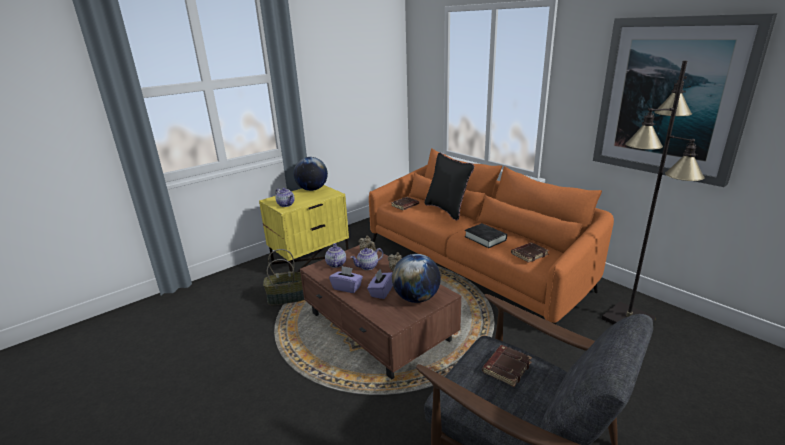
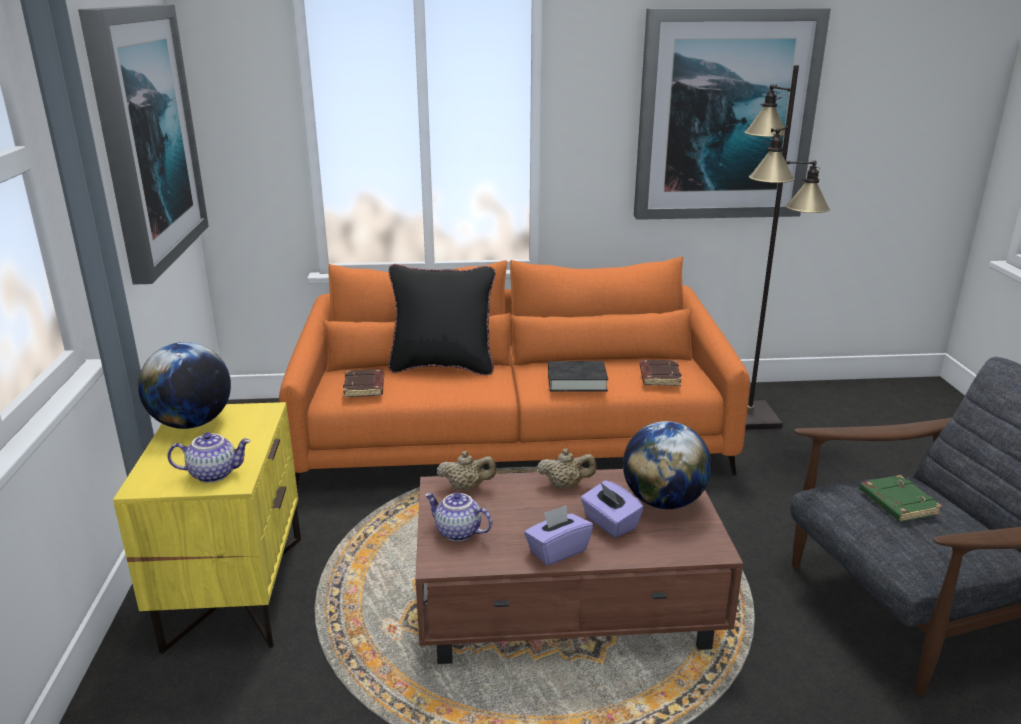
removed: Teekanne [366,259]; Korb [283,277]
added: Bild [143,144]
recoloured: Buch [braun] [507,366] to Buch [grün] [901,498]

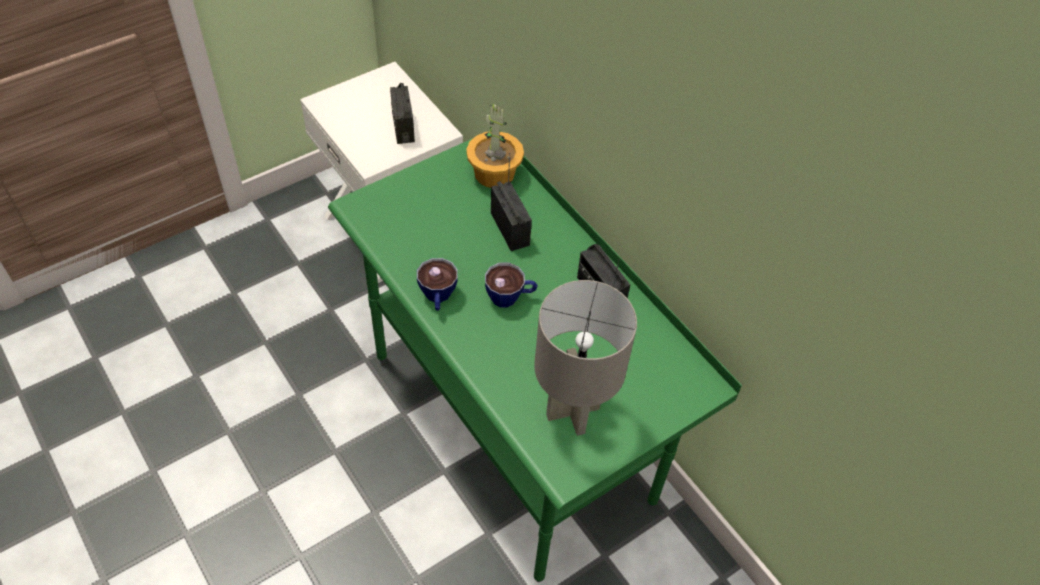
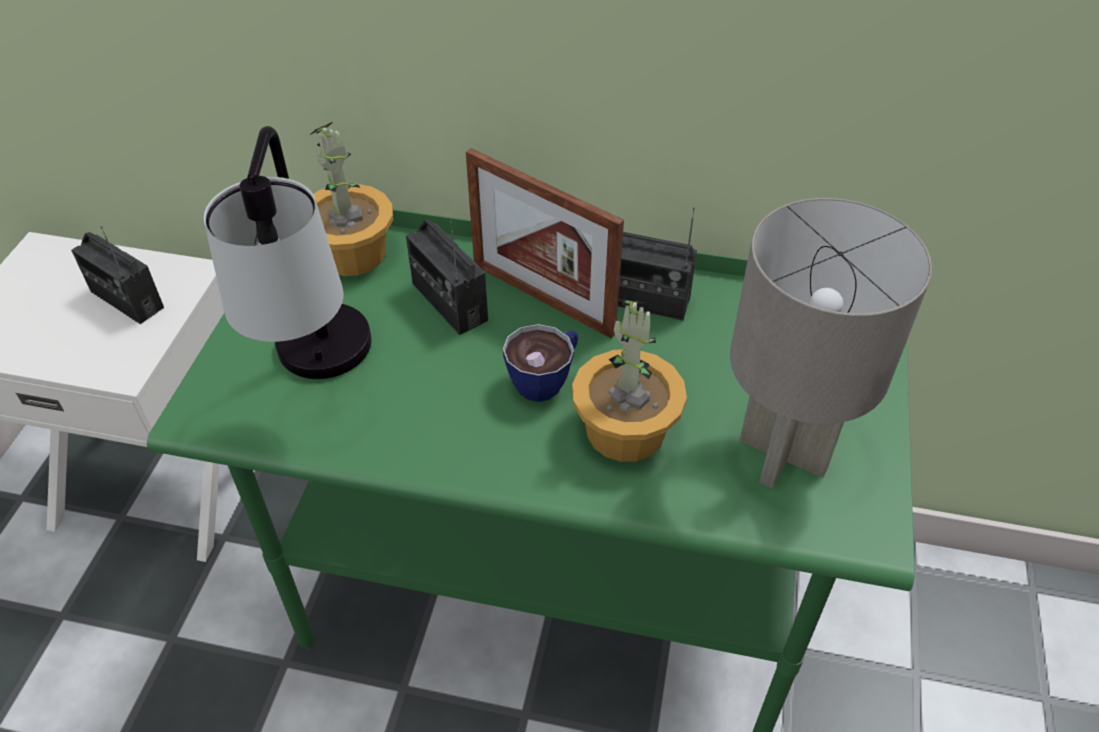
removed: Tasse [437,284]
added: Tischlampe [287,252]; Bilderrahmen [545,243]; Topfpflanze [629,381]
turned: Radio [511,202] = [447,277] 150 degrees counterclockwise

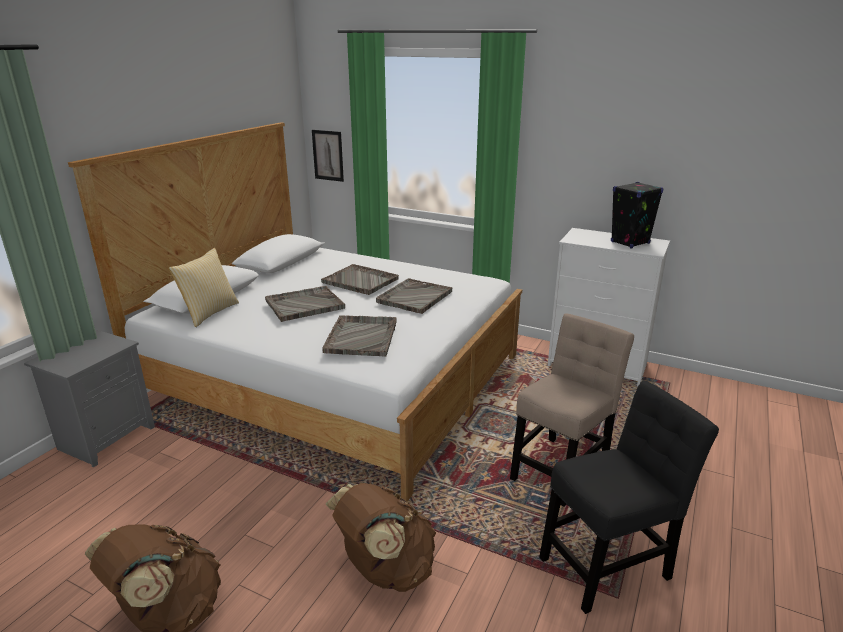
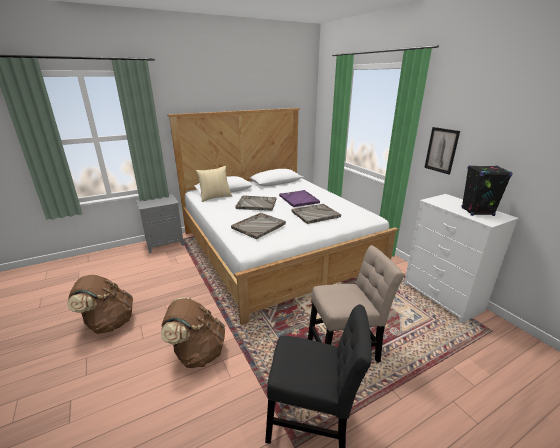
moved: Bild [328,156] to [442,151]
recoloured: Tablett [grau] [360,279] to Tablett [lila] [299,198]

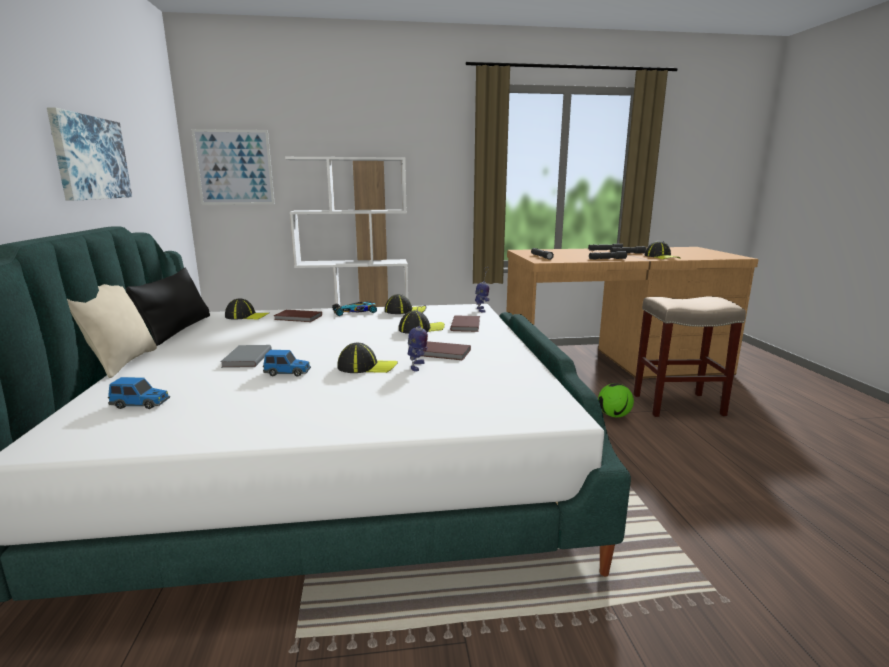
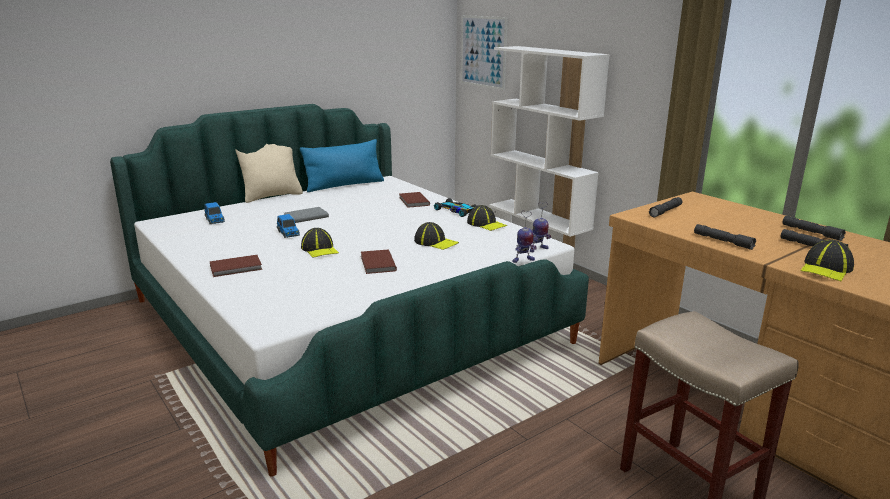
removed: Bild [89,154]; Kappe [247,309]; Fußball [616,400]
moved: Spielzeugroboter [417,338] to [525,237]; Buch [braun] [465,323] to [236,266]
recoloured: Kissen [schwarz] [168,307] to Kissen [blau] [342,165]

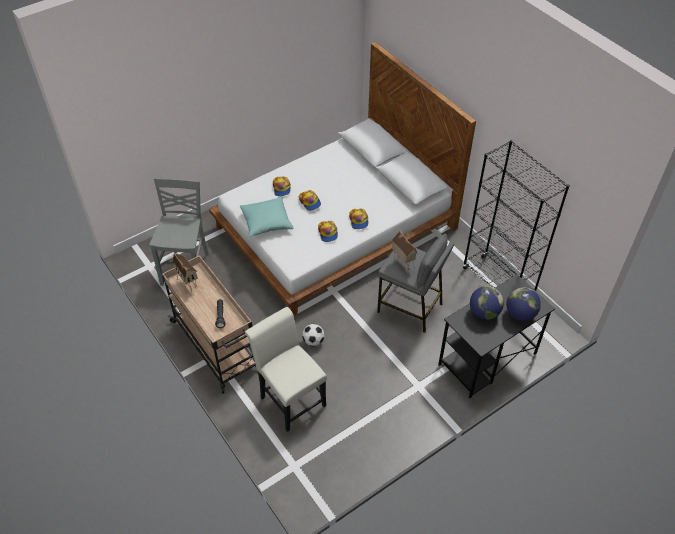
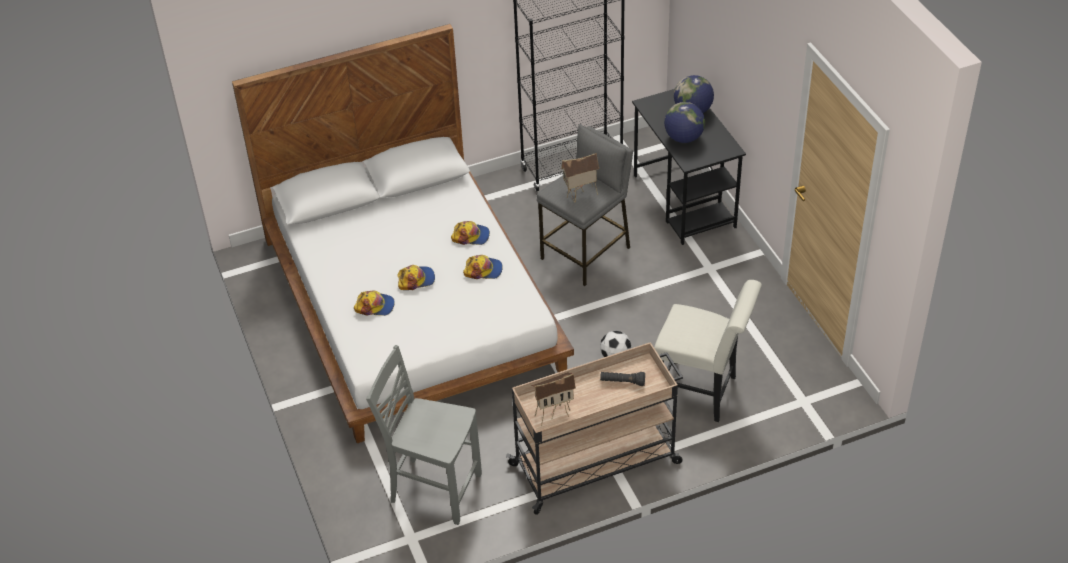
removed: Kissen [türkis] [267,216]
turned: Stuhl [weiß] [286,369] = [708,351] 135 degrees counterclockwise

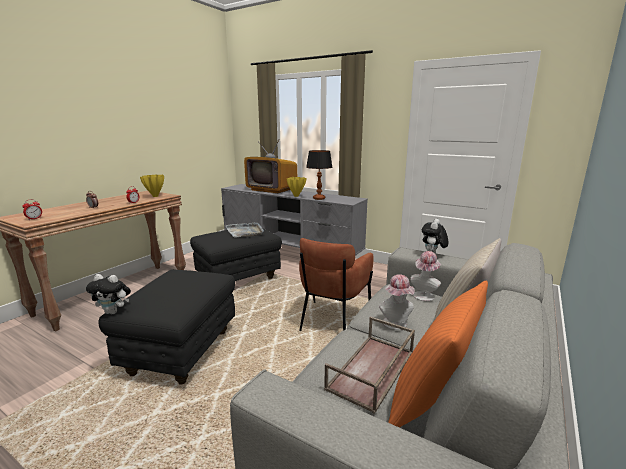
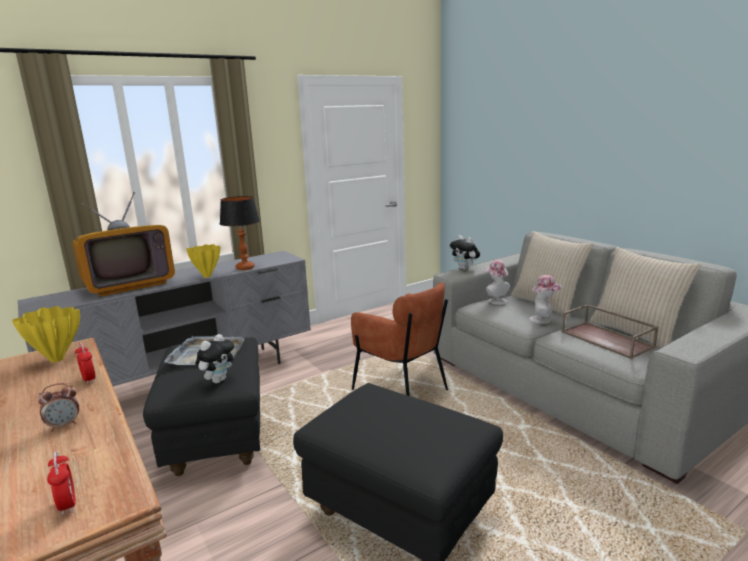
moved: Plüschtier [108,294] to [215,358]
recoloured: Kissen [orange] [438,354] to Kissen [beige] [645,297]

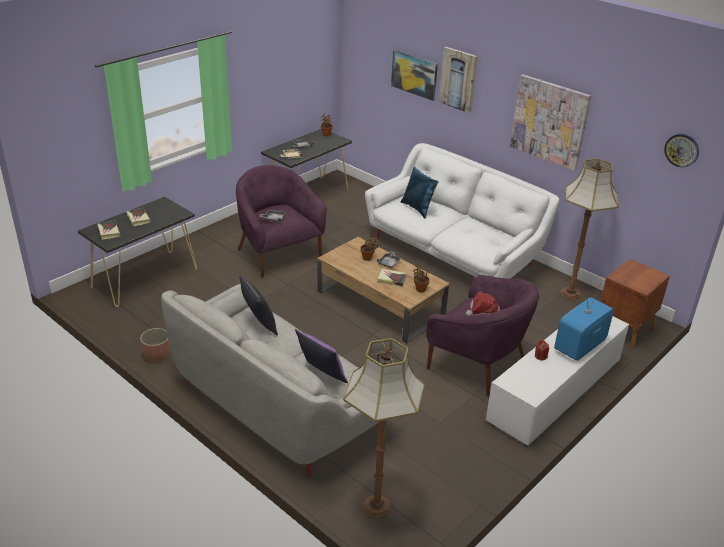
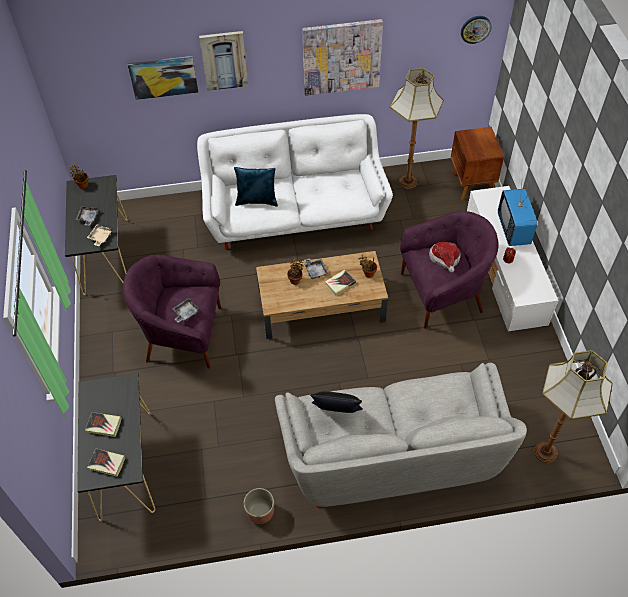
removed: Kissen [lila] [321,356]

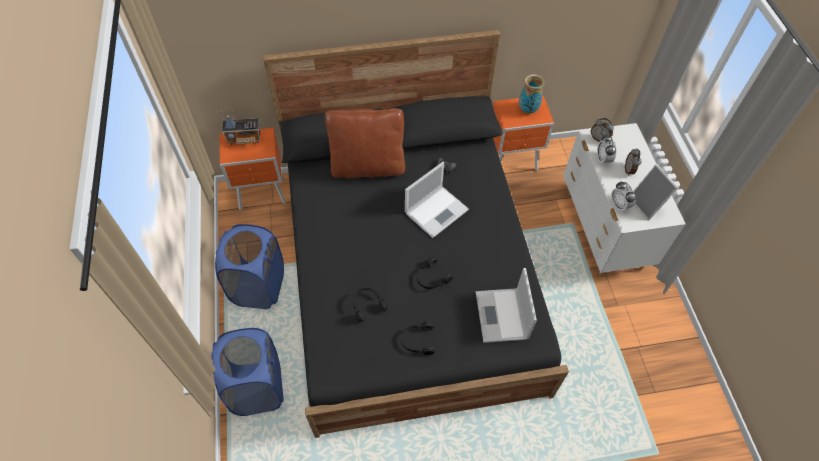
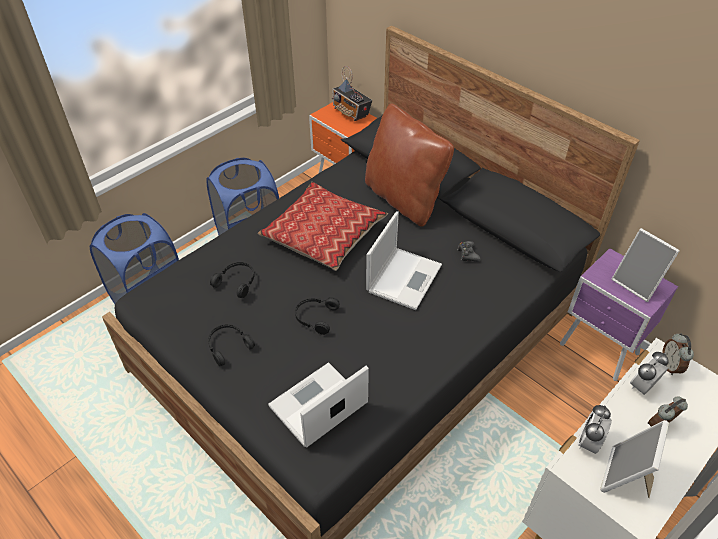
added: Kissen [323,226]
replaced: Vase [532,93] to Bilderrahmen [645,265]
recoloured: Nachttisch [orange] [523,133] to Nachttisch [lila] [619,314]
turned: Laptop [437,200] = [404,260] 75 degrees counterclockwise

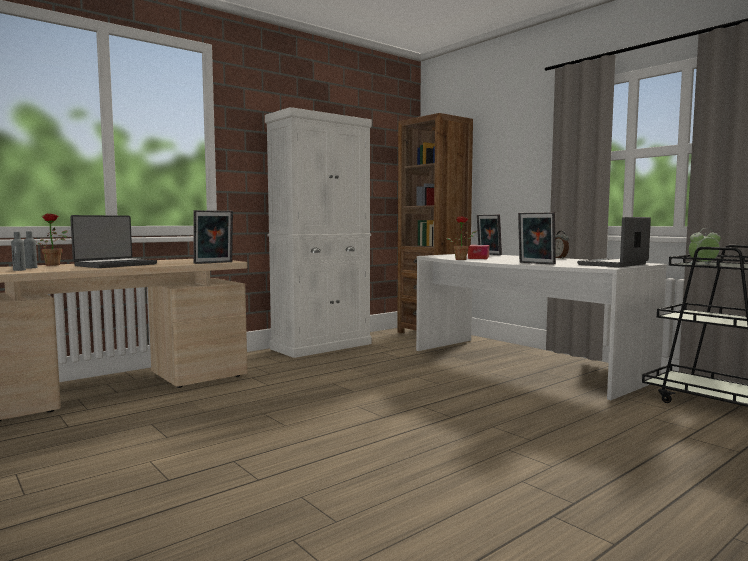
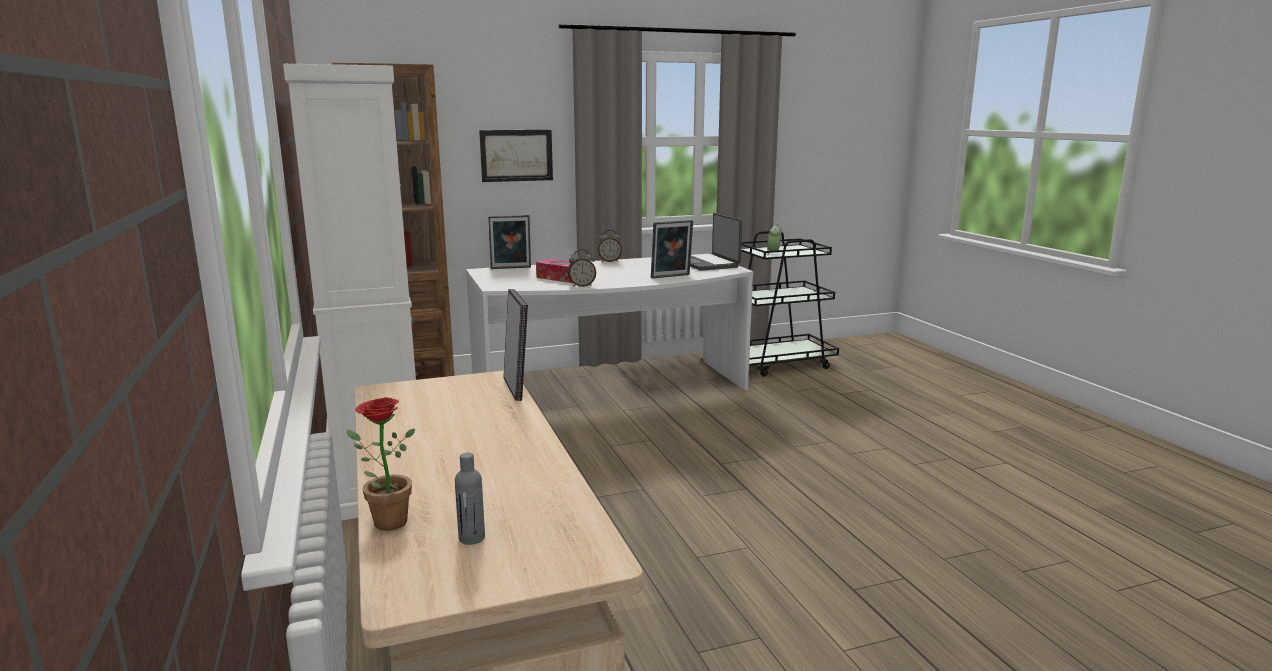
removed: Laptop [113,241]; Flasche [grau] [18,251]
added: Bild [516,156]
replaced: Topfpflanze [461,238] to Wecker [582,268]

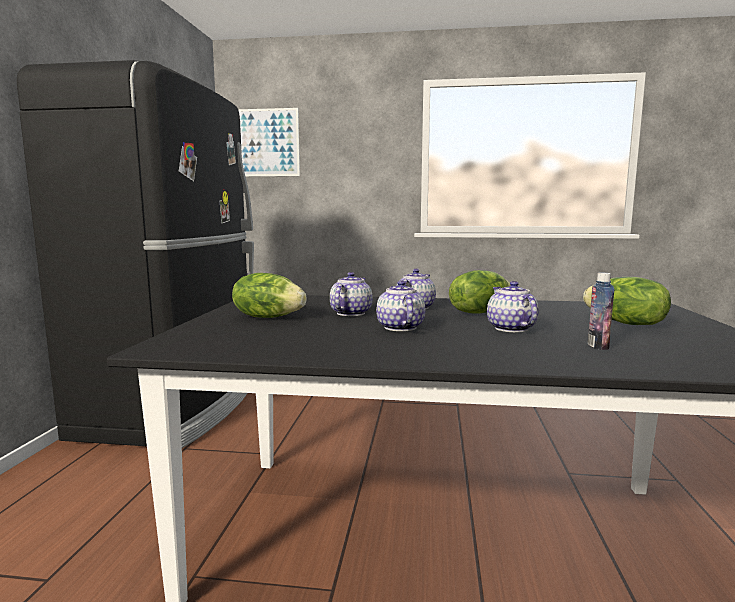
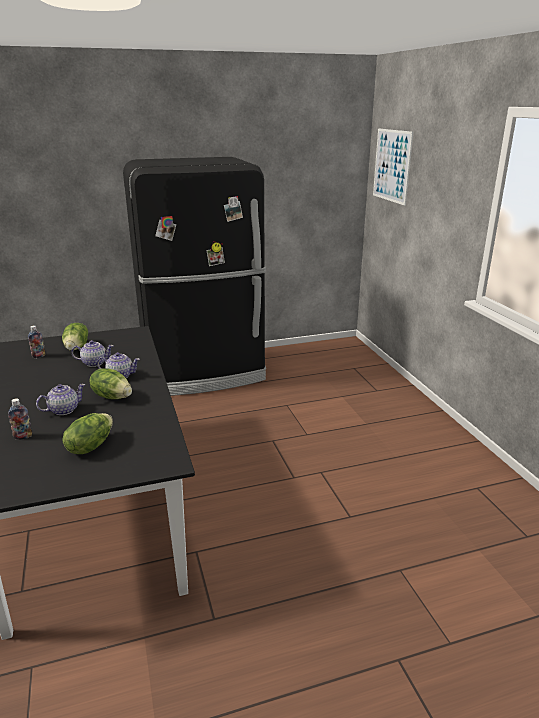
removed: Teekanne [400,305]
added: Flasche [36,342]

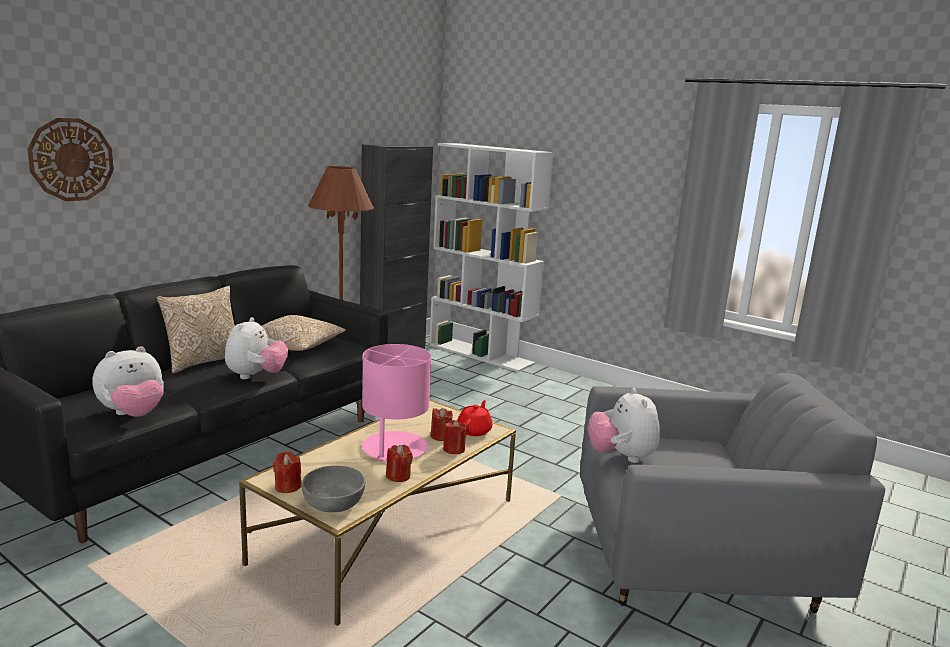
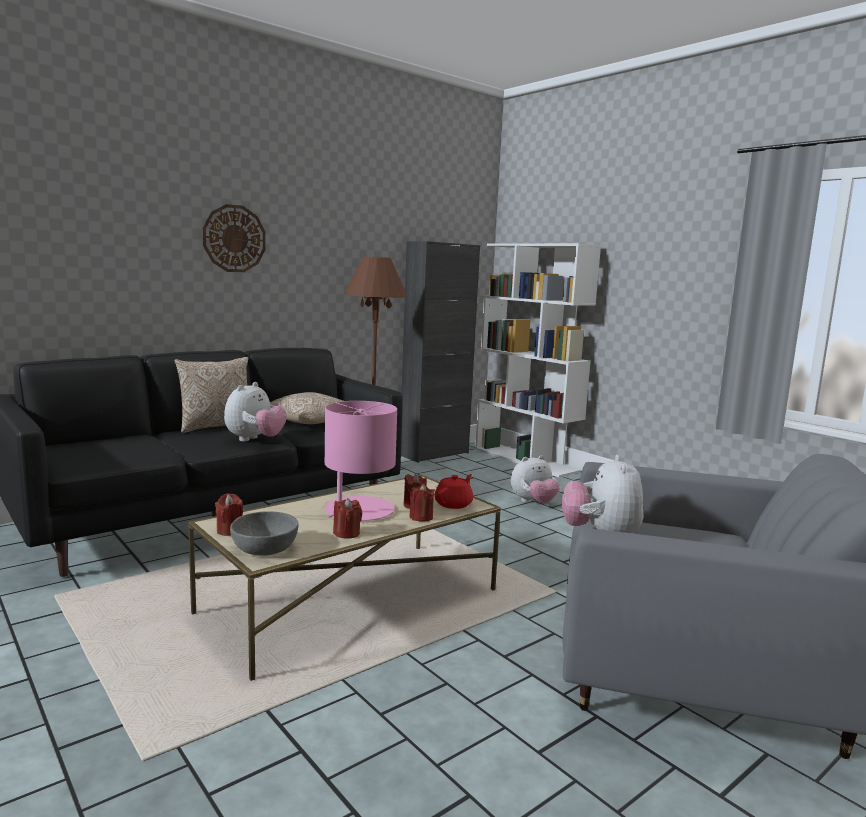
moved: Wanduhr [70,159] to [234,238]; Plüschtier [128,381] to [535,479]

